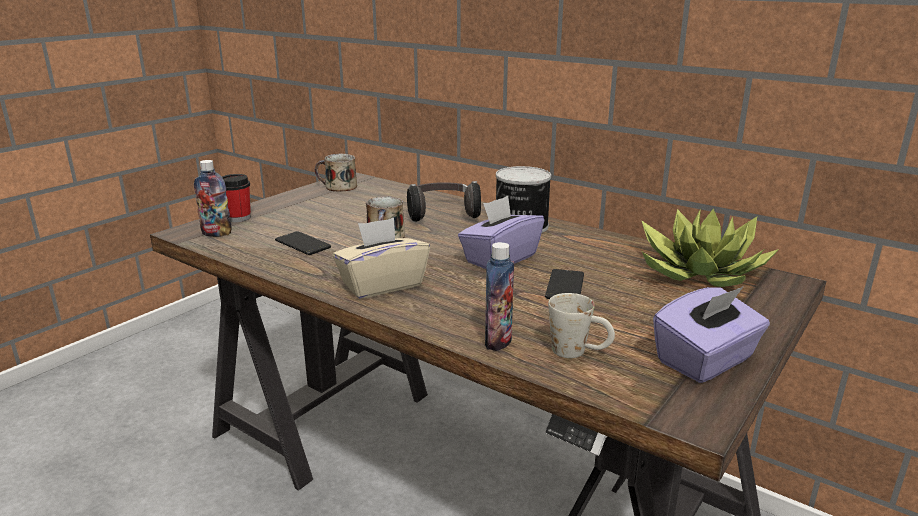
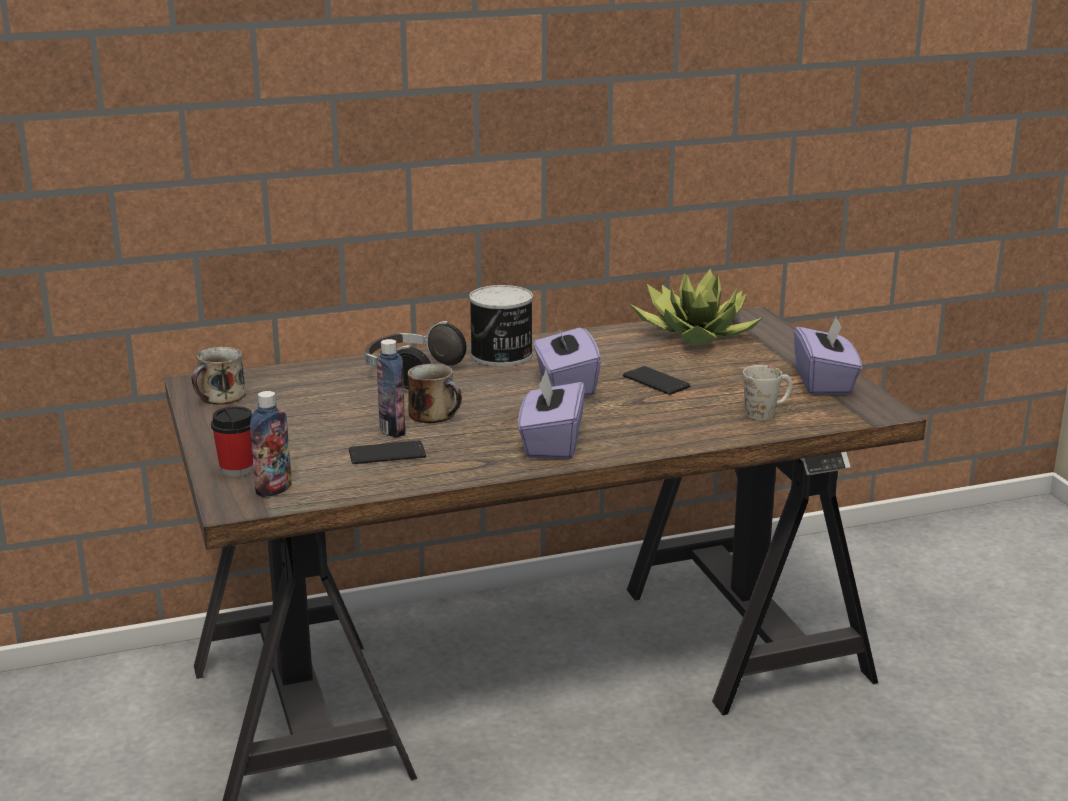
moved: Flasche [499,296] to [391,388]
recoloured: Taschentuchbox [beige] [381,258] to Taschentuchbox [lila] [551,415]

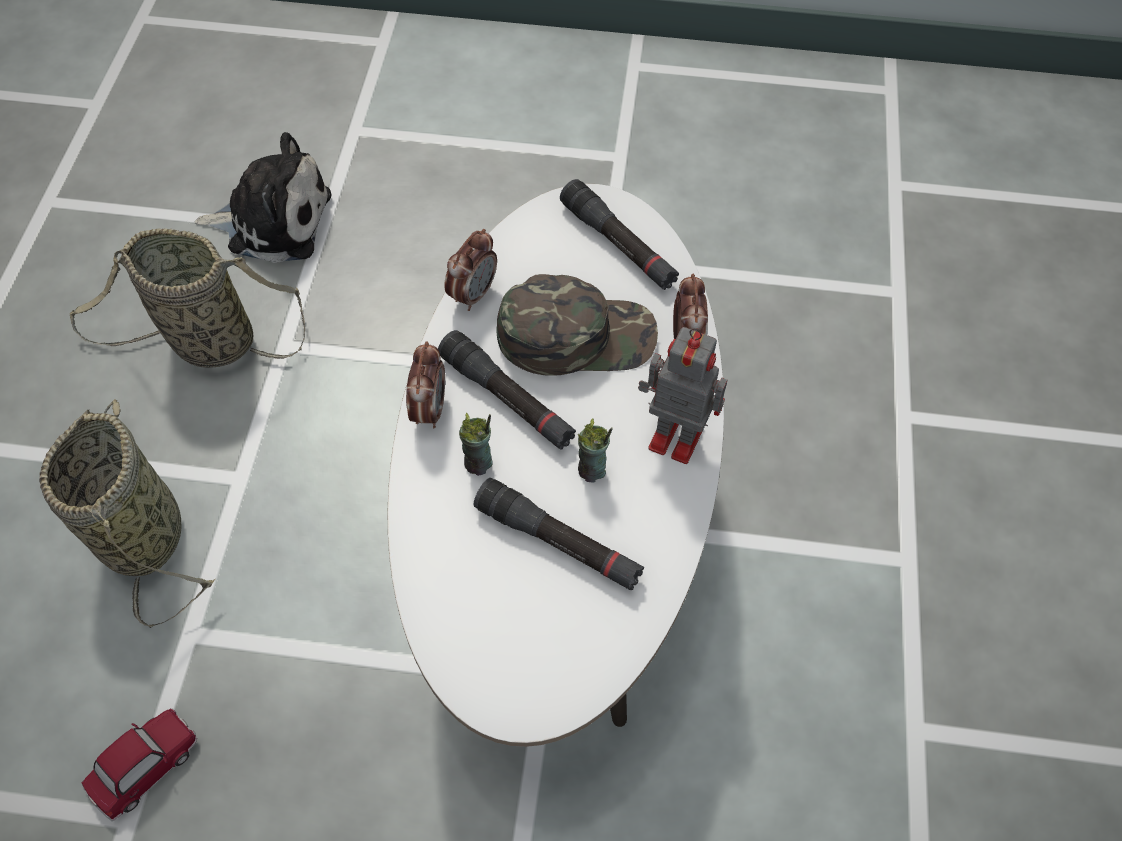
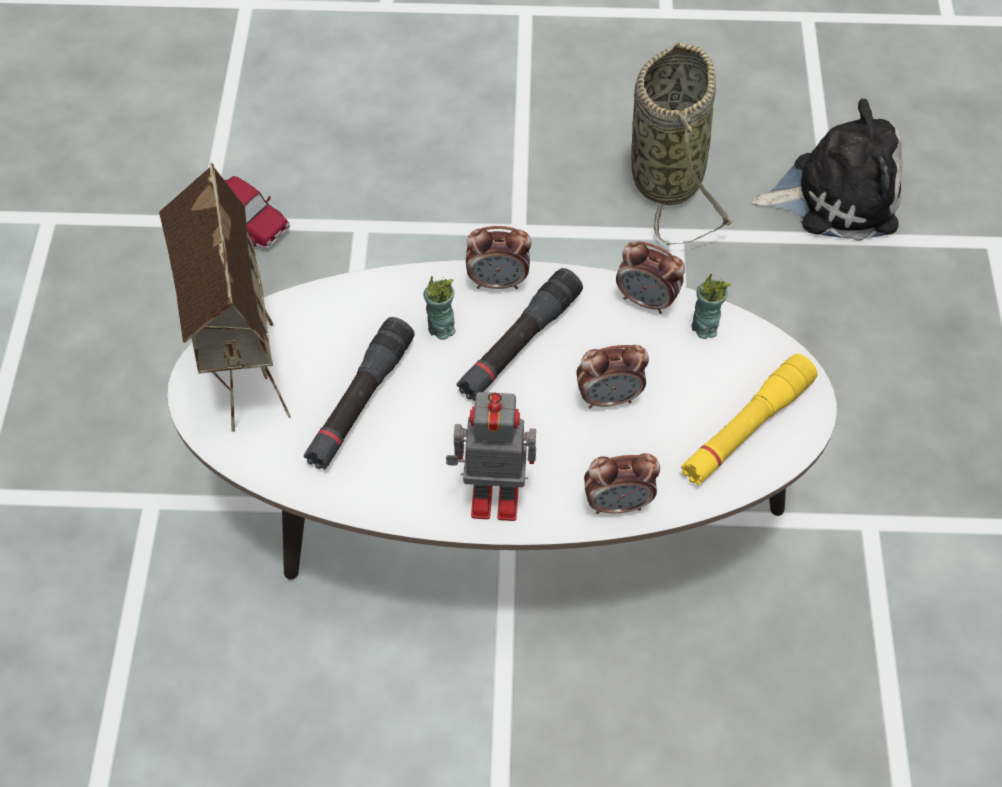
removed: Korb [127,513]
added: Spielzeughaus [225,297]
moved: Tasse [595,450] to [711,306]
replaced: Kappe [grün] [577,325] to Wecker [613,376]
recoloured: Taschenlampe [schwarz] [619,234] to Taschenlampe [gelb] [749,419]
turned: Plüschtier [263,197] = [827,170] 90 degrees counterclockwise; Spielzeugroboter [682,395] = [491,456] 105 degrees counterclockwise

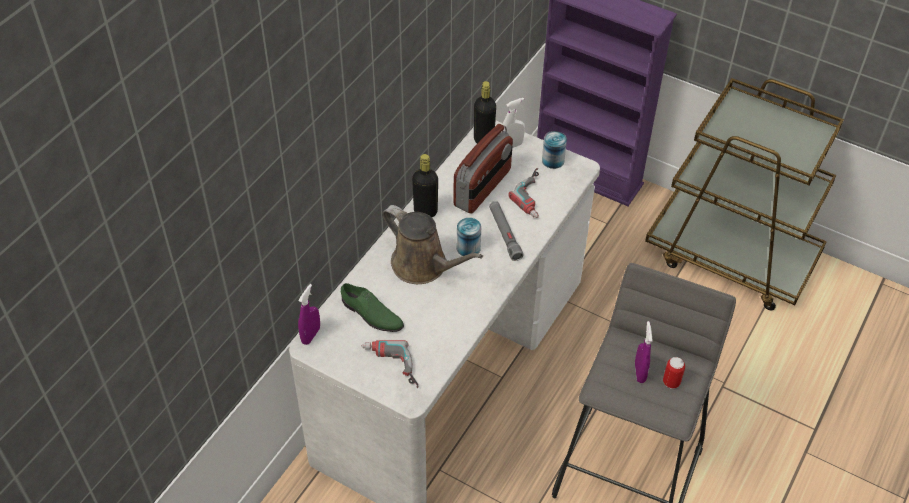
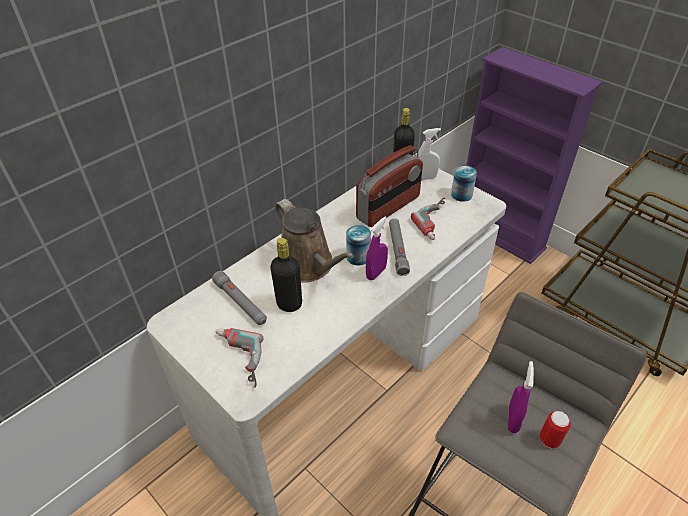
moved: Flasche [schwarz] [425,185] to [286,275]; Sprühflasche [lila] [309,314] to [377,248]
replaced: Schuh [grün] [372,307] to Taschenlampe [grau] [239,298]

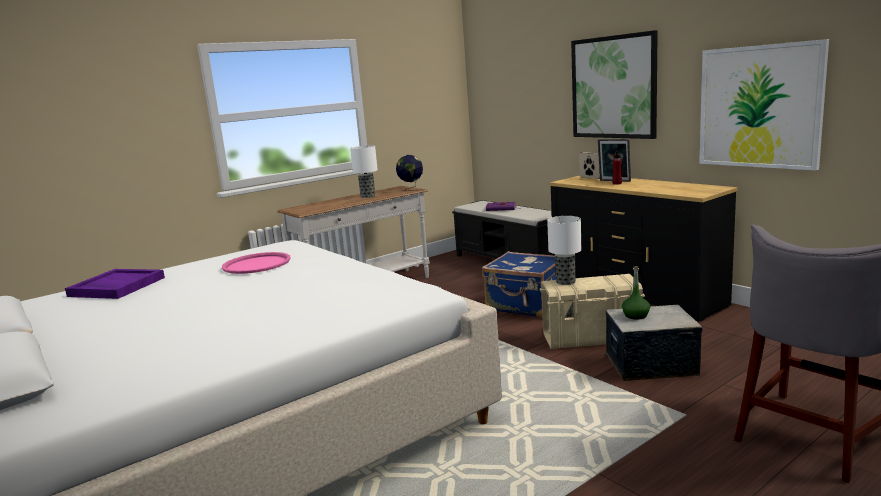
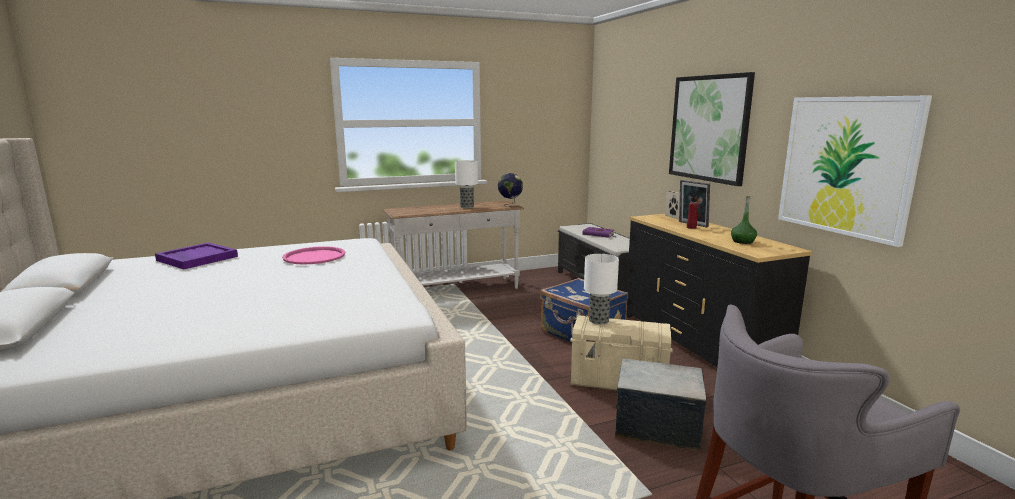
moved: Flasche [grün] [636,293] to [744,220]

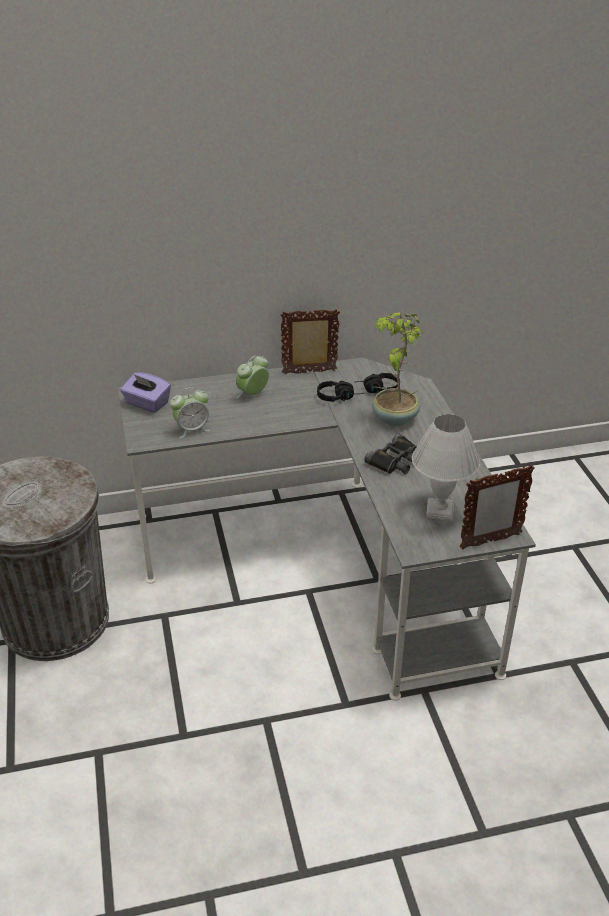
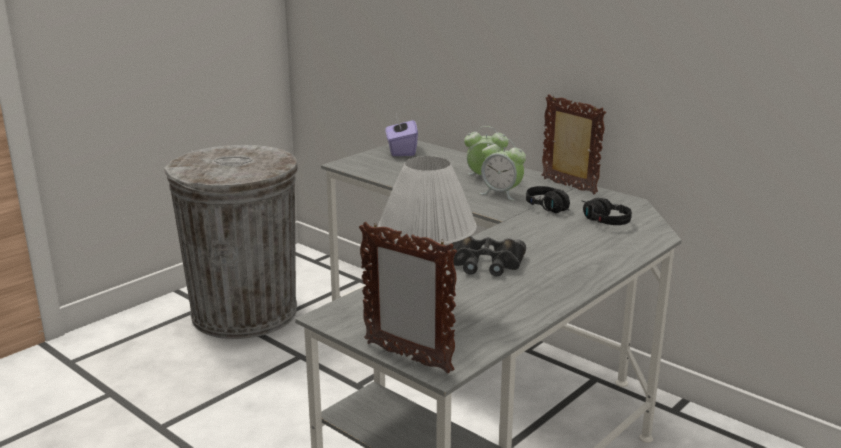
removed: Topfpflanze [398,369]
moved: Wecker [190,413] to [503,169]

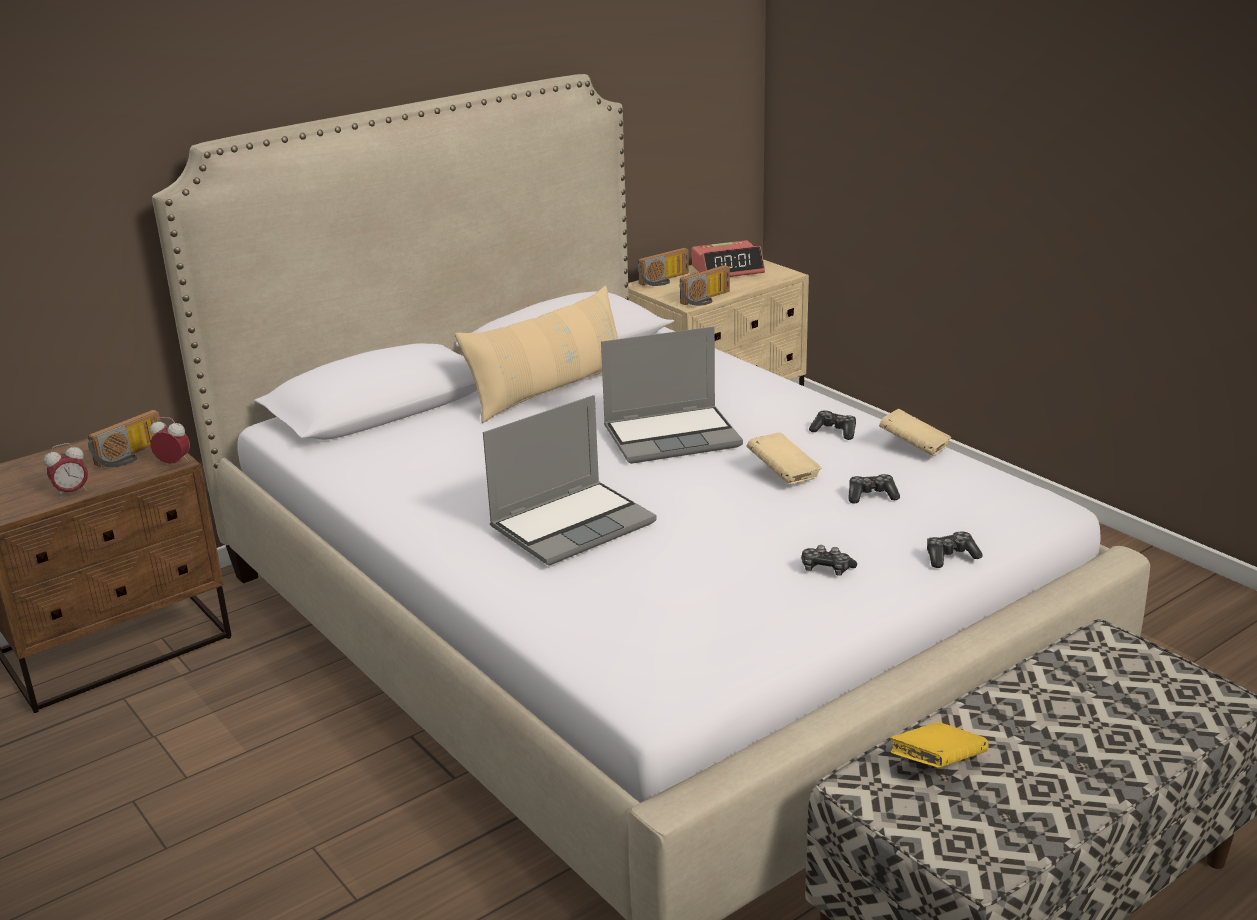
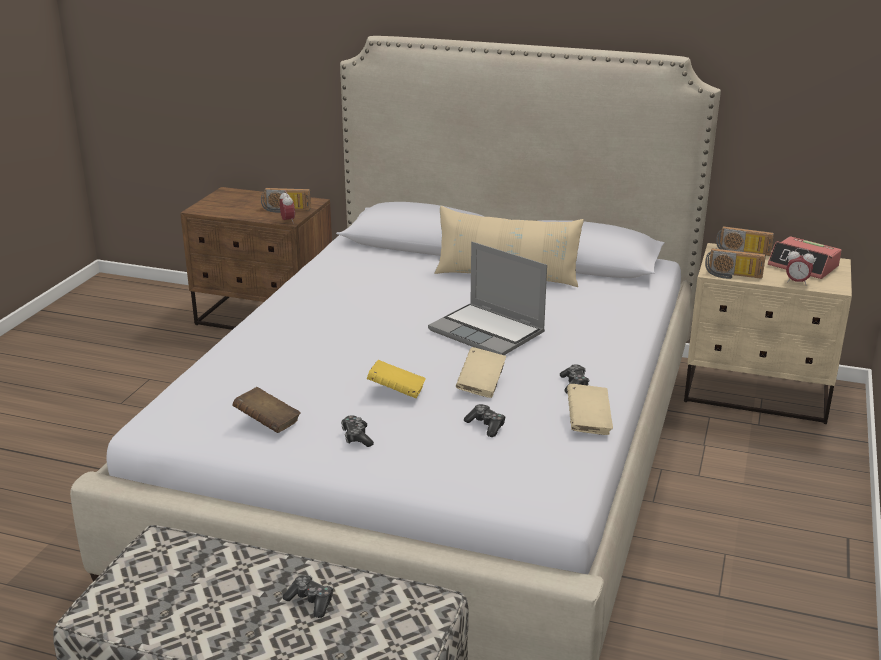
removed: Laptop [570,480]
added: Buch [braun] [266,410]
moved: Wecker [66,470] to [800,266]; Gamepad [955,550] to [308,596]; Buch [gelb] [939,745] to [396,379]

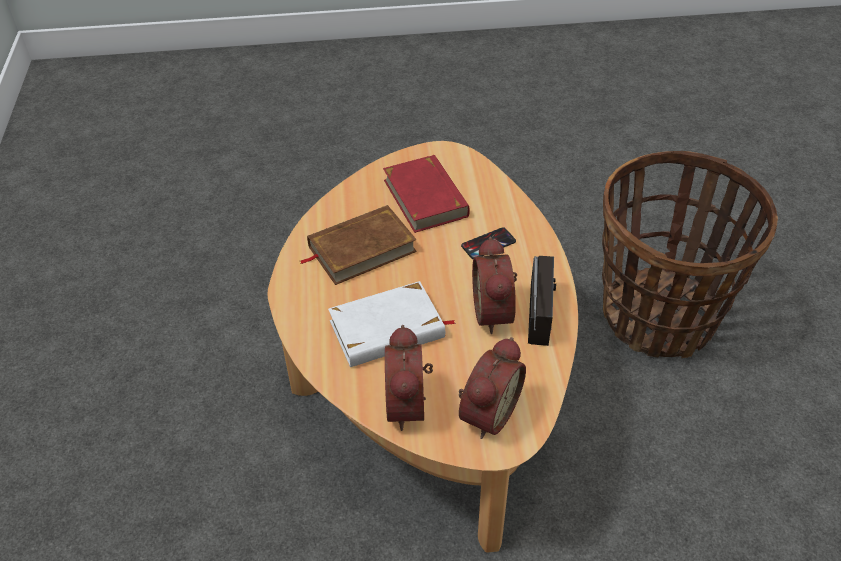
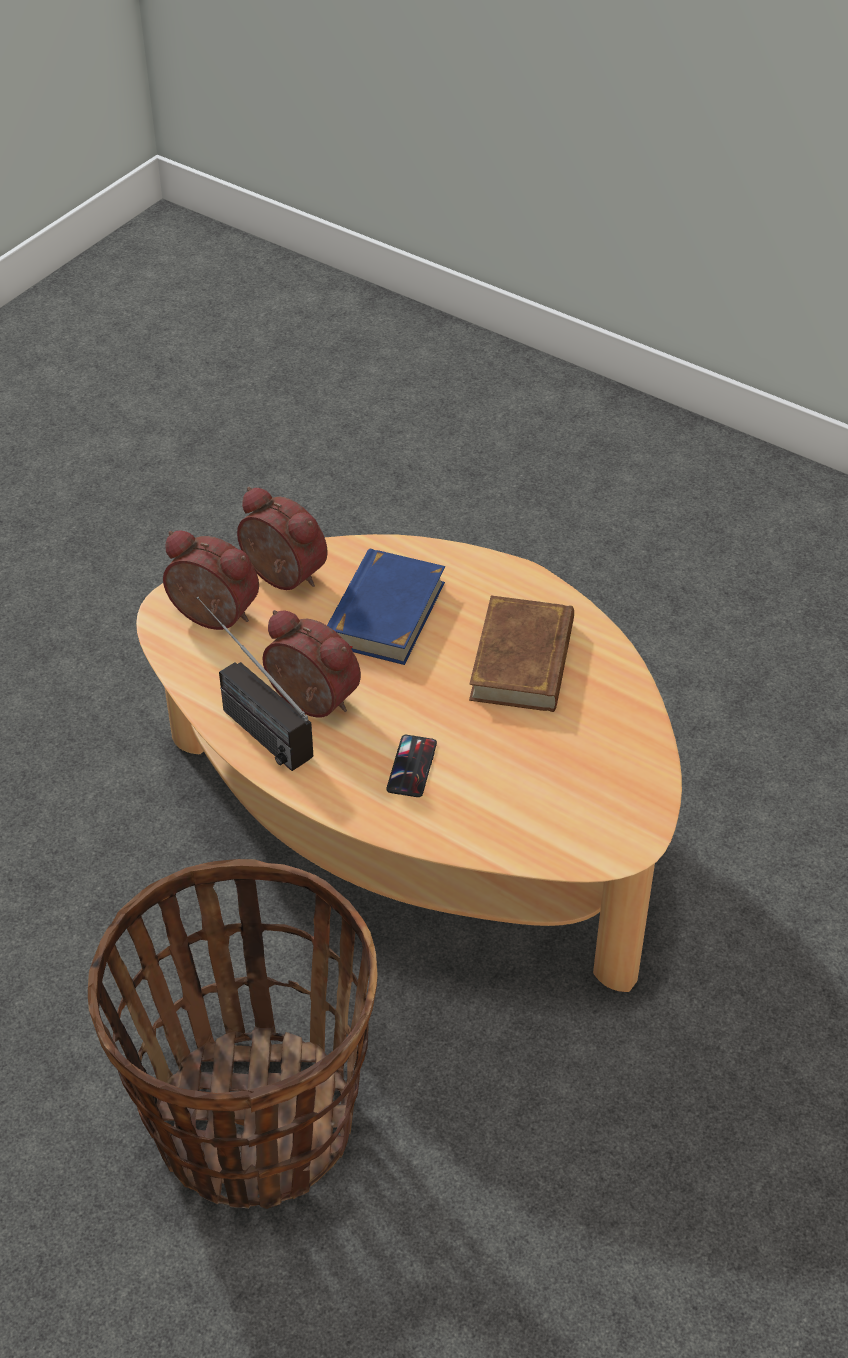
removed: Buch [rot] [426,194]
recoloured: Buch [weiß] [392,324] to Buch [blau] [386,606]
turned: Wecker [492,388] = [211,580] 135 degrees clockwise

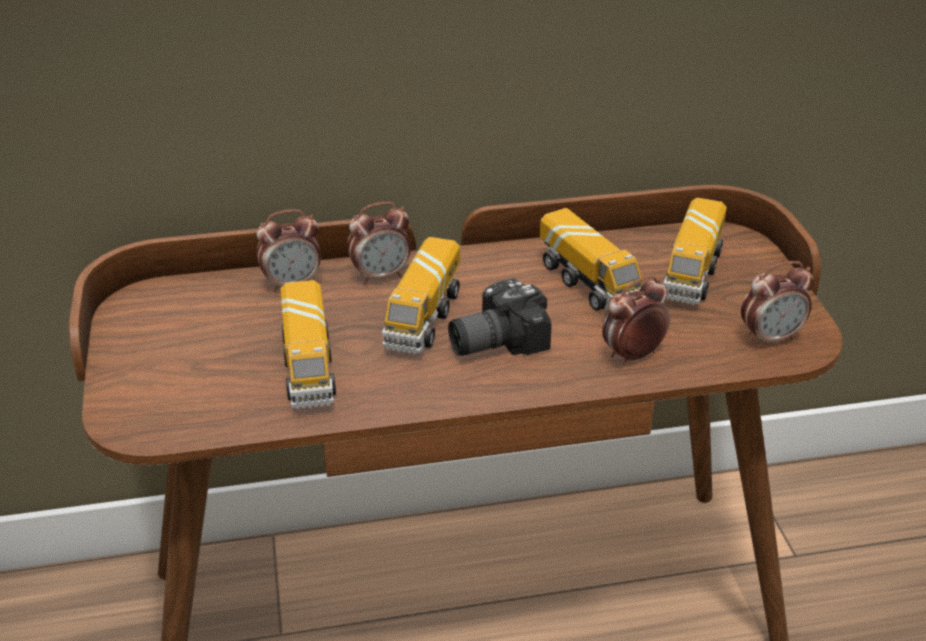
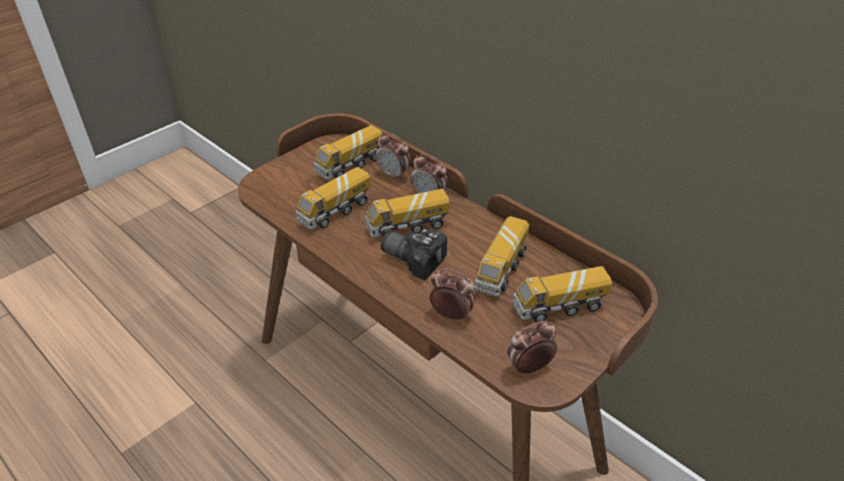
added: Spielzeuglaster [348,152]
turned: Wecker [777,304] = [532,348] 120 degrees clockwise

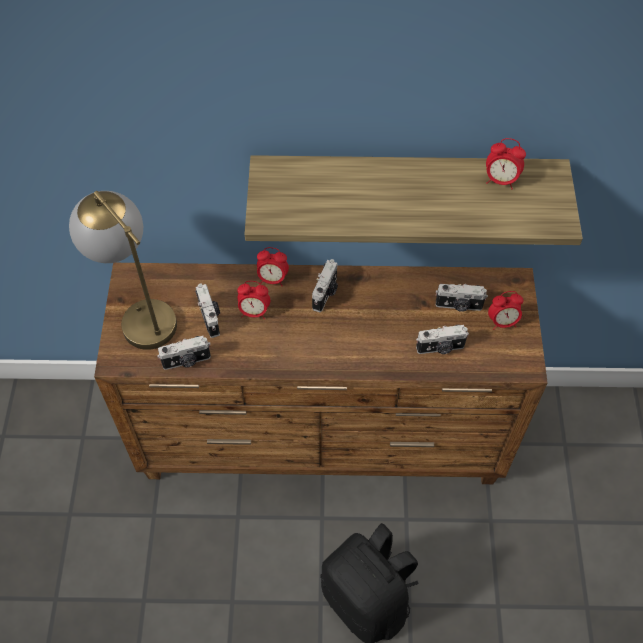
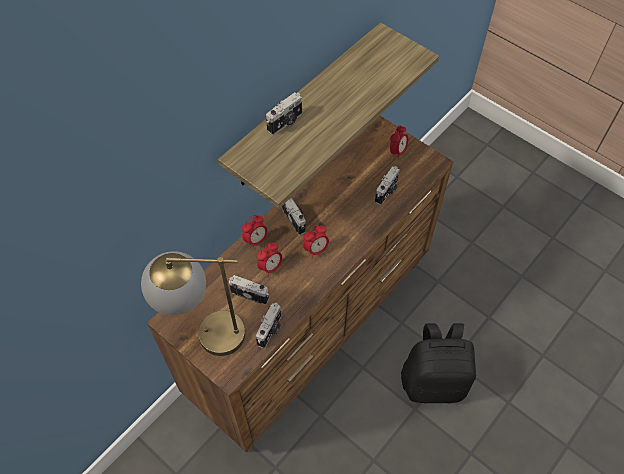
moved: Wecker [506,163] to [316,241]; Kamera [462,298] to [284,113]

